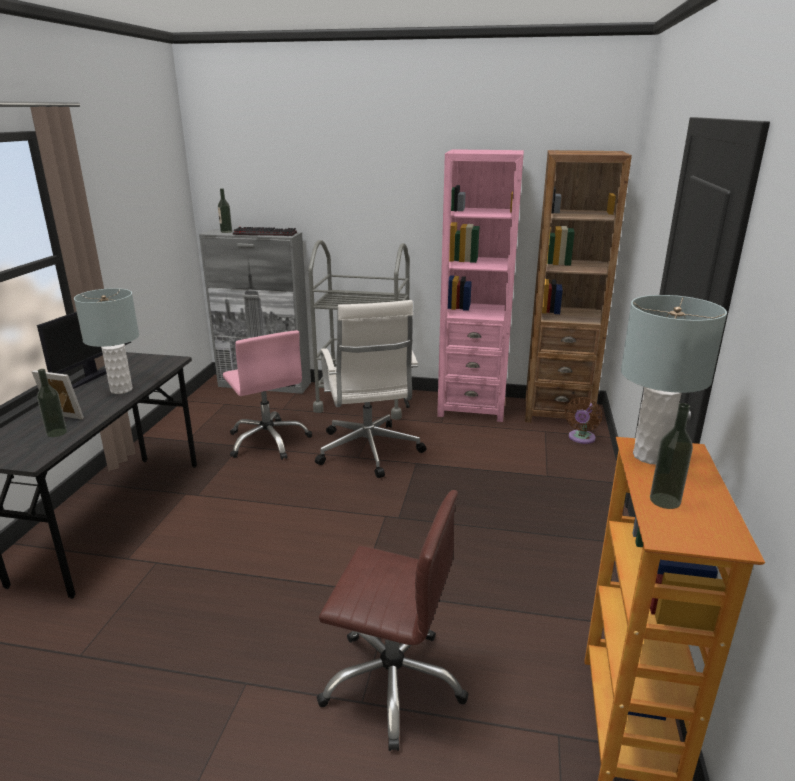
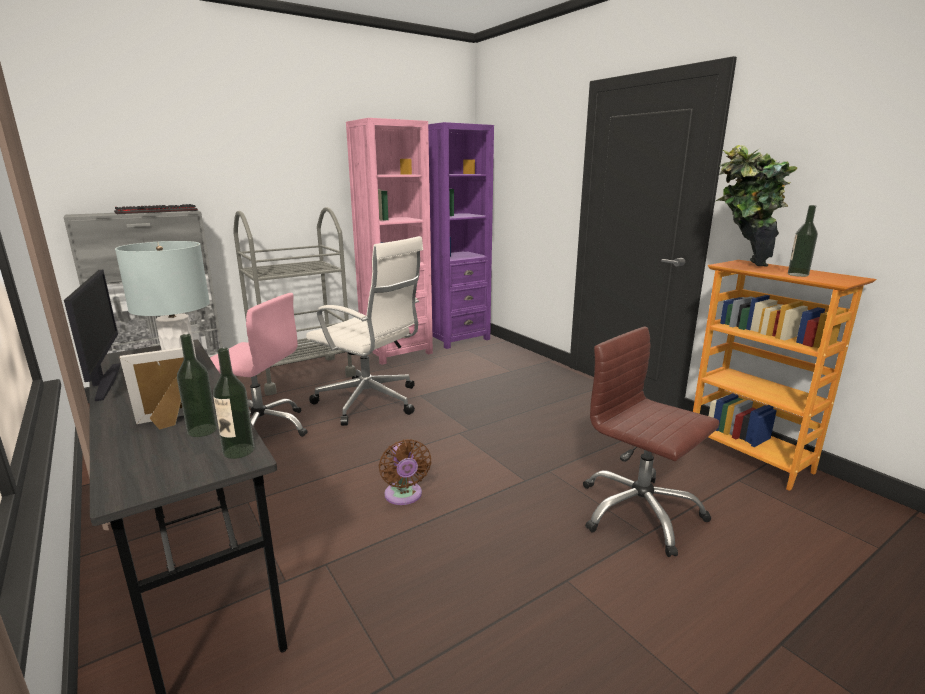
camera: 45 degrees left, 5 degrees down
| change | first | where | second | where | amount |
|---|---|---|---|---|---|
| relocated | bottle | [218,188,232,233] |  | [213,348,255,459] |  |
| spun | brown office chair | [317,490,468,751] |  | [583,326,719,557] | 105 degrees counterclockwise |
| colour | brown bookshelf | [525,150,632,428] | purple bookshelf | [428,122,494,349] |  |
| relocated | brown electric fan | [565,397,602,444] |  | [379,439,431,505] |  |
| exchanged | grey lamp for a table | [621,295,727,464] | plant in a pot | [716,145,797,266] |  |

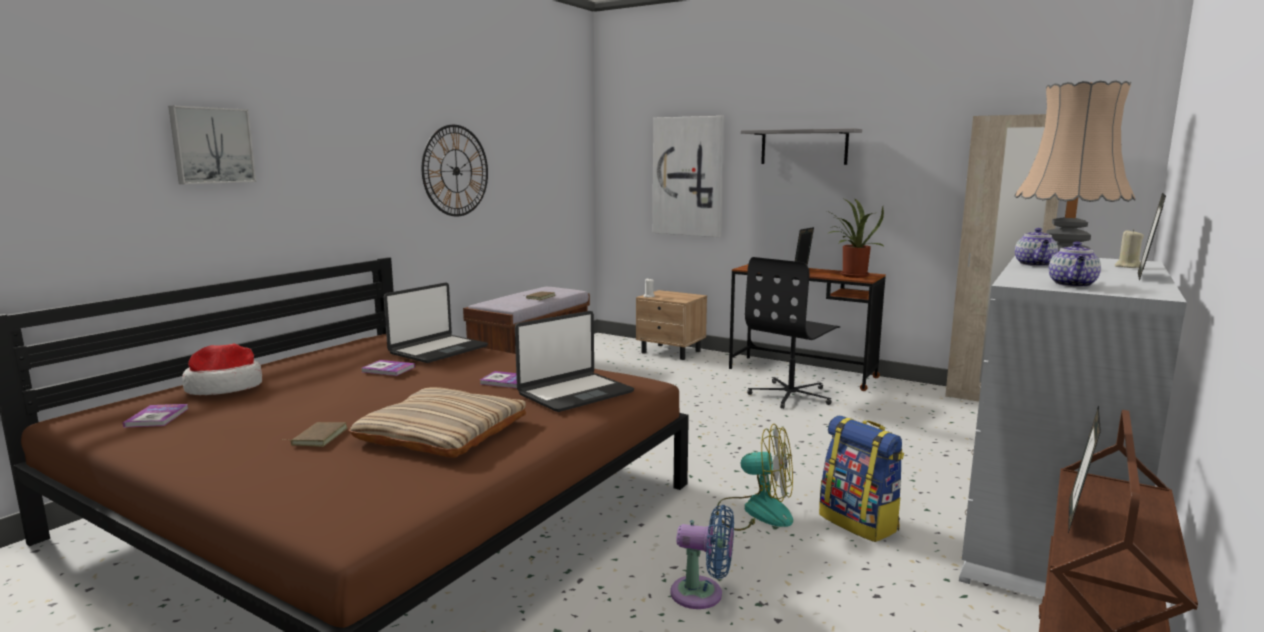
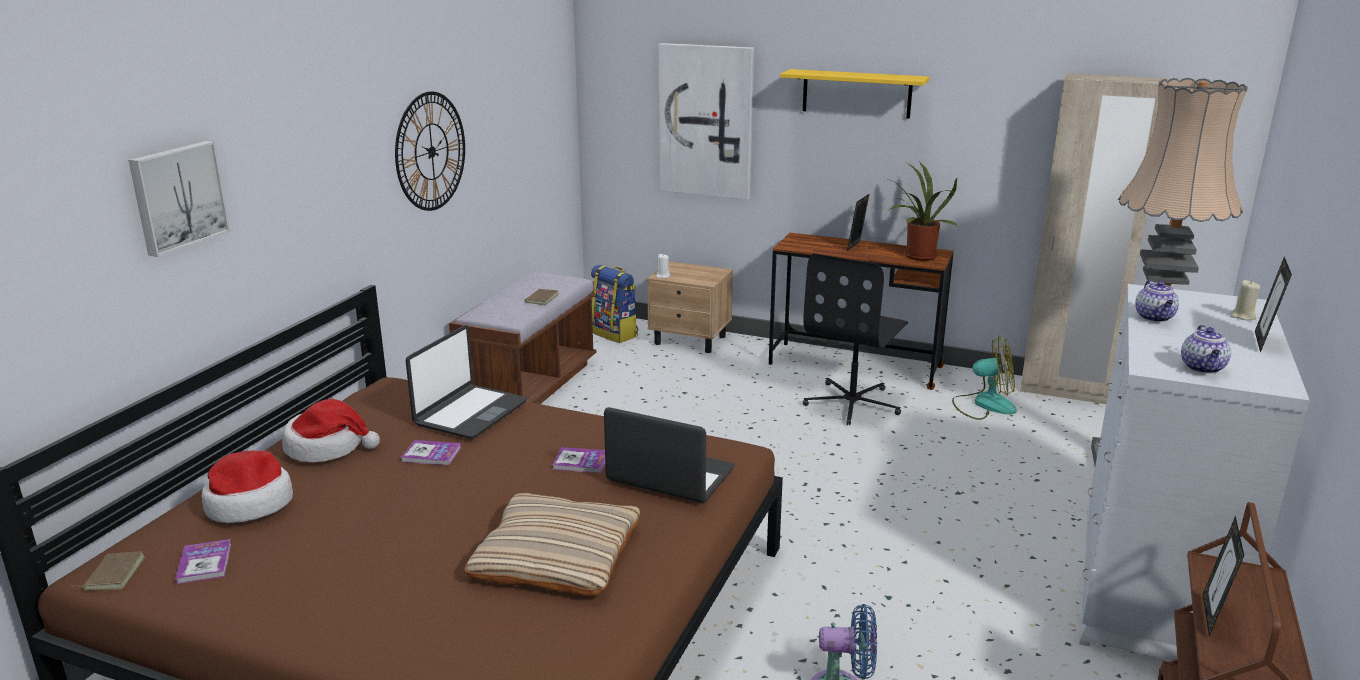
camera: 10 degrees left, 10 degrees up
| change | first | where | second | where | amount |
|---|---|---|---|---|---|
| relocated | brown book | [282,422,347,447] |  | [70,551,145,591] |  |
| spun | portable computer | [515,311,634,412] |  | [604,407,734,503] | 105 degrees counterclockwise |
| relocated | electric fan | [716,424,793,531] |  | [952,336,1017,420] |  |
| colour | grey bracket shelf | [741,128,862,165] | yellow bracket shelf | [780,69,930,119] |  |
| relocated | rucksack | [819,416,904,542] |  | [591,265,638,343] |  |
| appeared |  |  | hat | [282,399,380,462] |  |

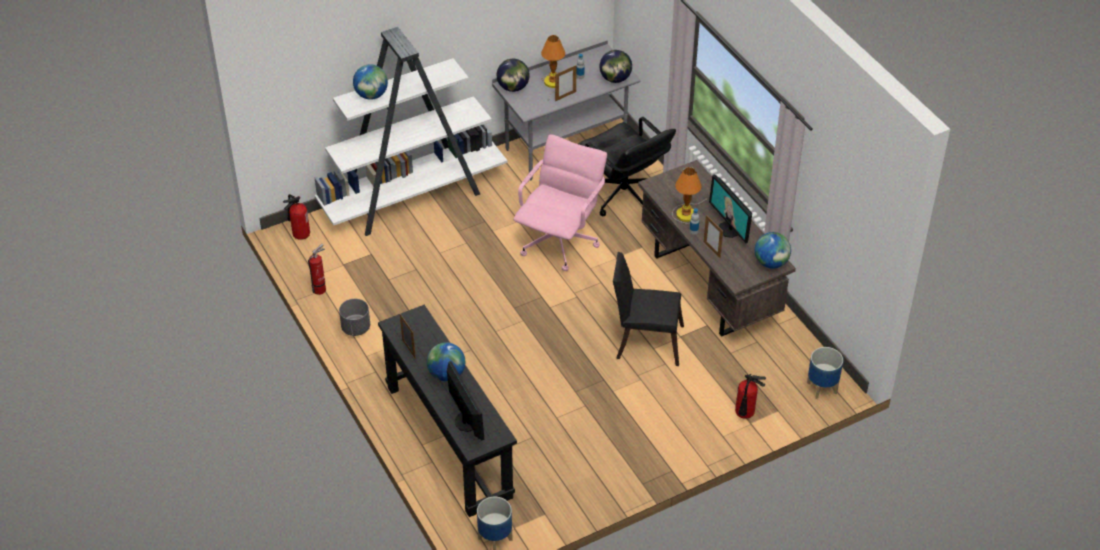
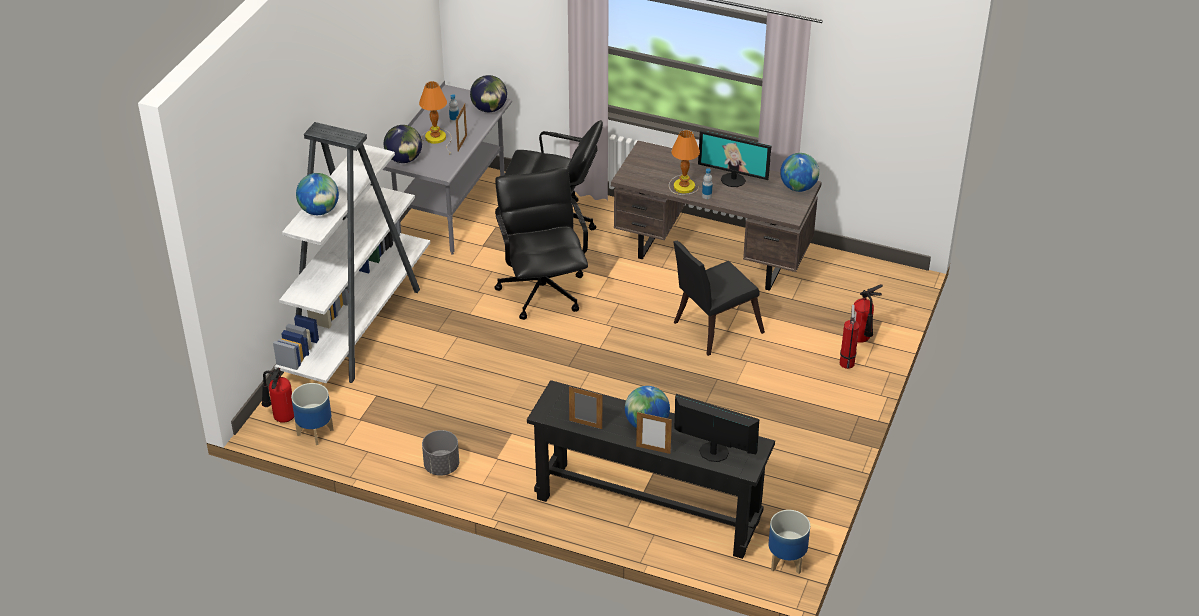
camera: 40 degrees left, 5 degrees down
| change | first | where | second | where | amount |
|---|---|---|---|---|---|
| relocated | fire extinguisher | [308,244,326,295] |  | [840,305,859,369] |  |
| colour | pink-coloured office chair | [513,134,607,271] | black office chair | [494,167,588,320] |  |
| relocated | standing frame | [704,215,723,258] |  | [636,412,672,454] |  |
| relocated | plant pot | [807,347,843,399] |  | [291,383,334,445] |  |

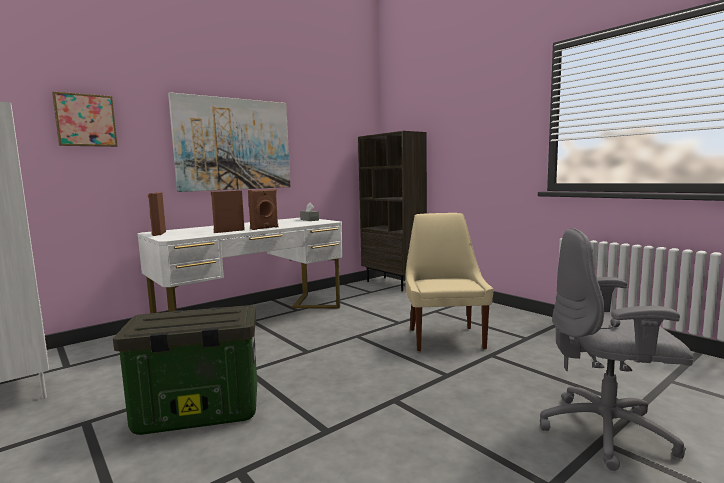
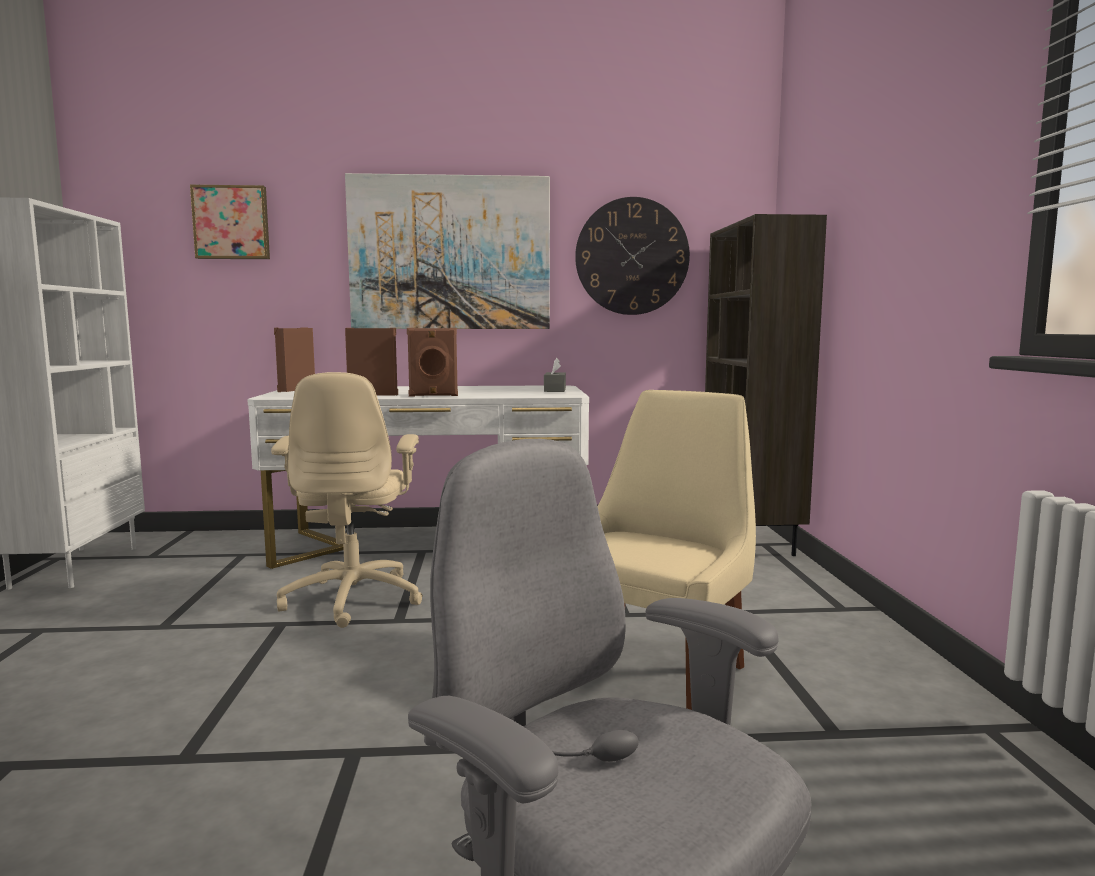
camera: 35 degrees right, 0 degrees up
| change | first | where | second | where | amount |
|---|---|---|---|---|---|
| missing | storage bin | [113,305,257,435] |  |  |  |
| appeared |  |  | beige-coloured office chair | [271,372,423,628] |  |
| appeared |  |  | clock on the wall | [575,197,690,315] |  |

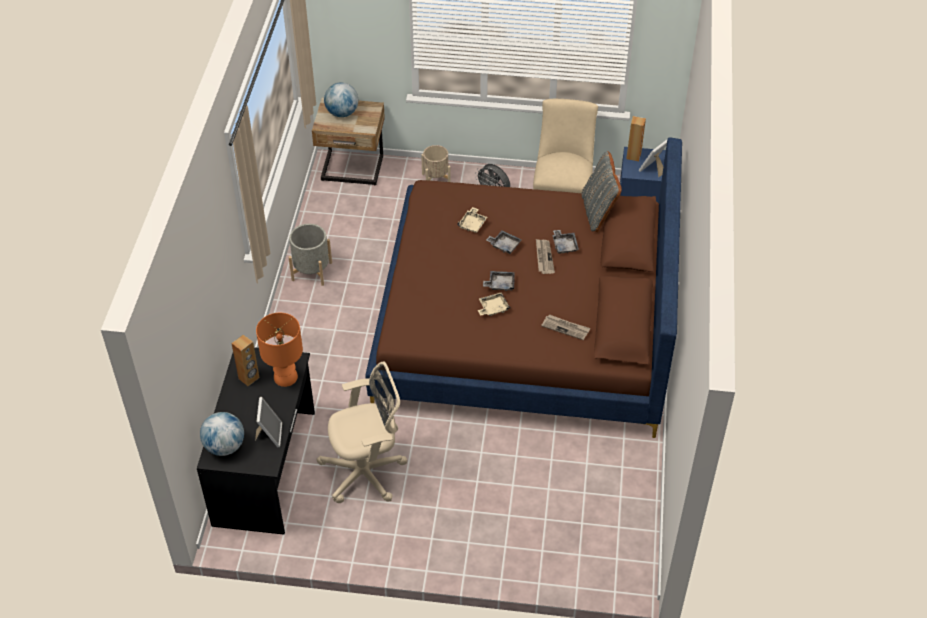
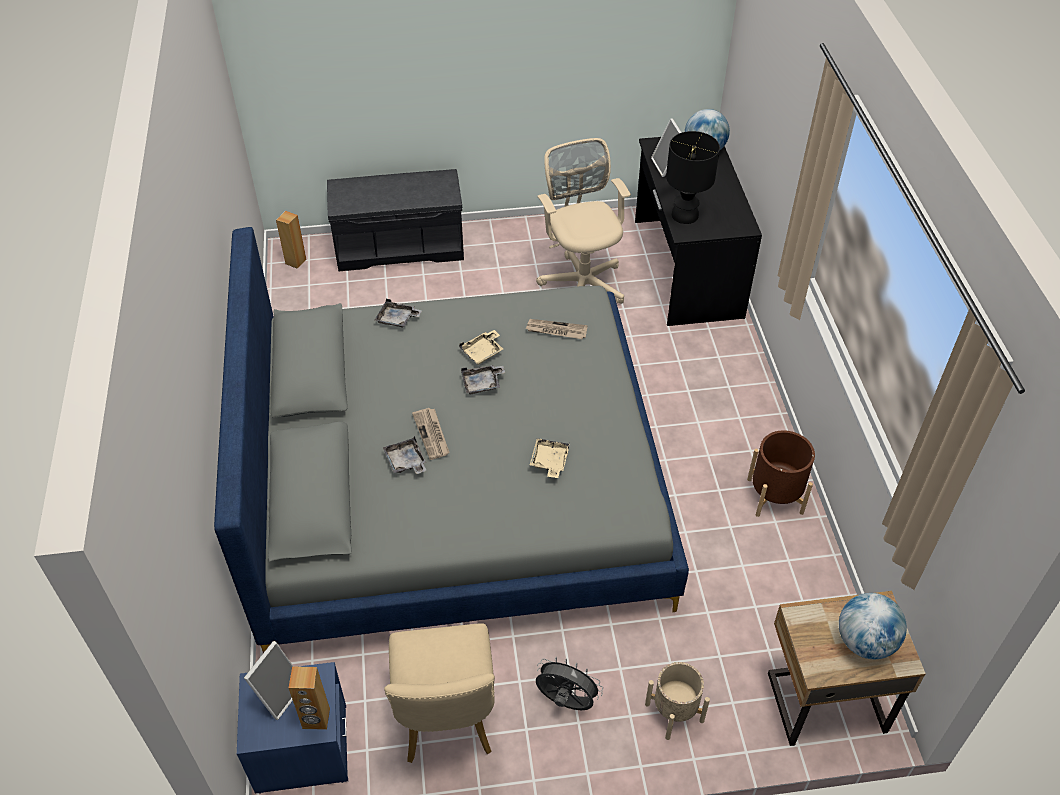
camera: 165 degrees right, 0 degrees up
| change | first | where | second | where | amount |
|---|---|---|---|---|---|
| relocated | brown audio speaker | [231,335,260,386] |  | [276,211,306,269] |  |
| colour | orange lamp for a table | [256,313,303,387] | black lamp for a table | [666,131,720,224] |  |
| colour | grey plant pot | [288,224,332,286] | brown plant pot | [747,430,815,517] |  |
| spun | beige-coloured office chair | [317,361,407,503] |  | [536,138,631,304] | 105 degrees clockwise |
| colour | brown sleeping bed | [365,137,682,438] | grey sleeping bed | [214,227,689,653] |  |
| relocated | grey carrying tray | [486,230,522,254] |  | [375,299,422,327] |  |
| relocated | printed paper | [541,314,591,340] |  | [526,319,588,339] |  |
| missing | grey throw pillow | [582,151,622,232] |  |  |  |
| appeared |  |  | grey long seat | [327,169,464,272] |  |

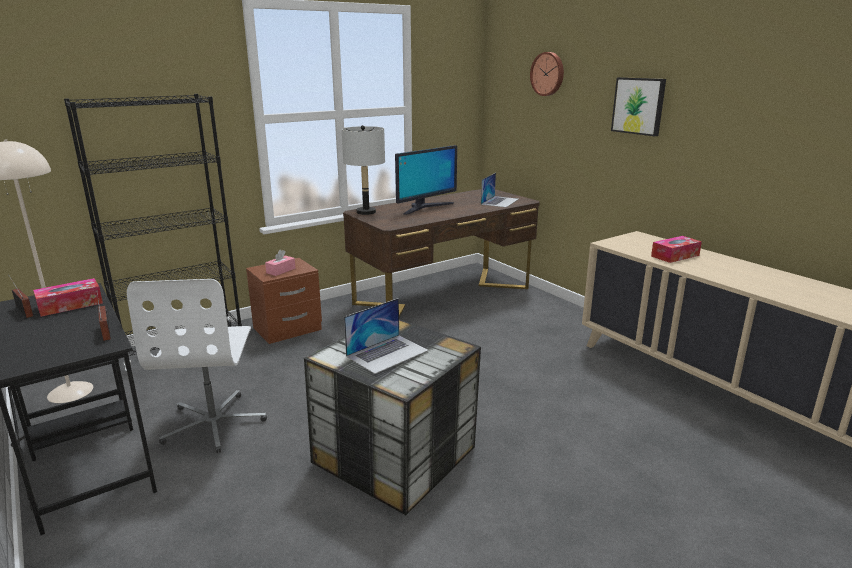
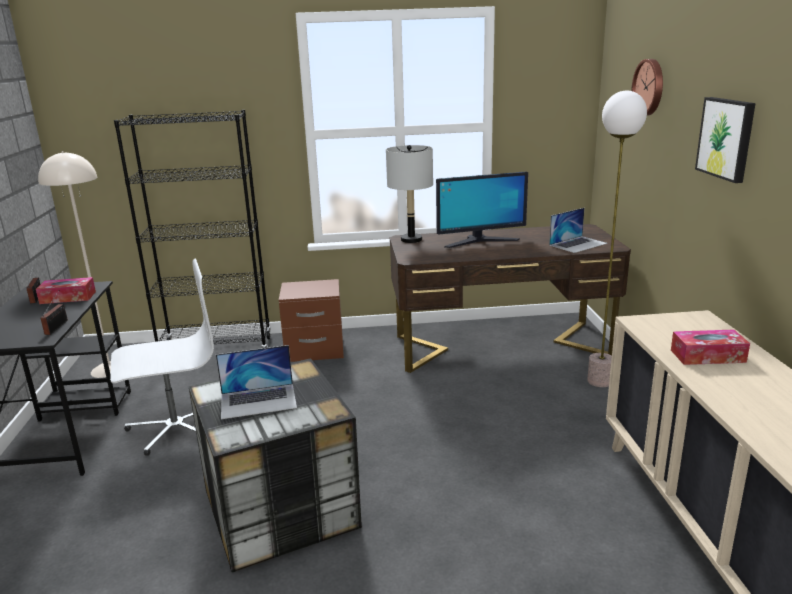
camera: 30 degrees right, 0 degrees up
| change | first | where | second | where | amount |
|---|---|---|---|---|---|
| spun | whitish office chair | [127,279,267,453] |  | [110,258,214,456] | 135 degrees counterclockwise |
| missing | pink-coloured tissue holder | [265,250,295,276] |  |  |  |
| appeared |  |  | floor lamp | [587,90,647,387] |  |

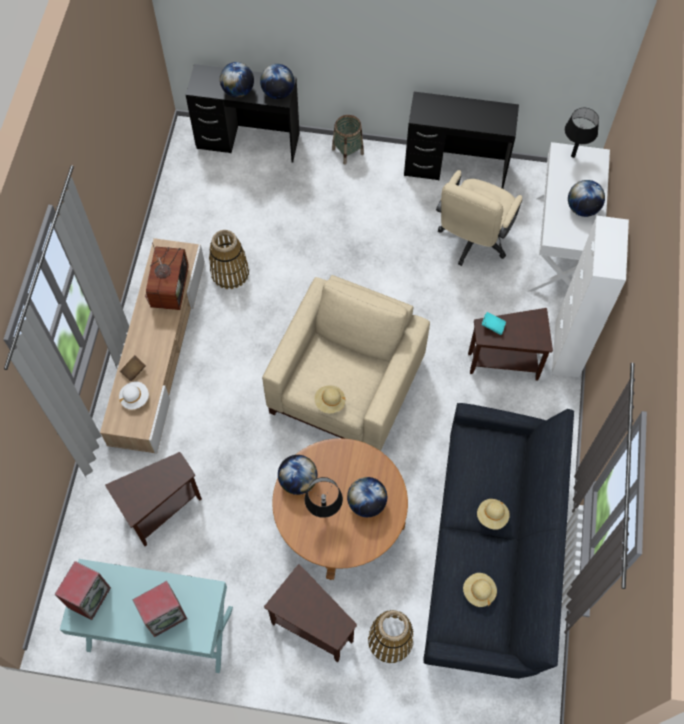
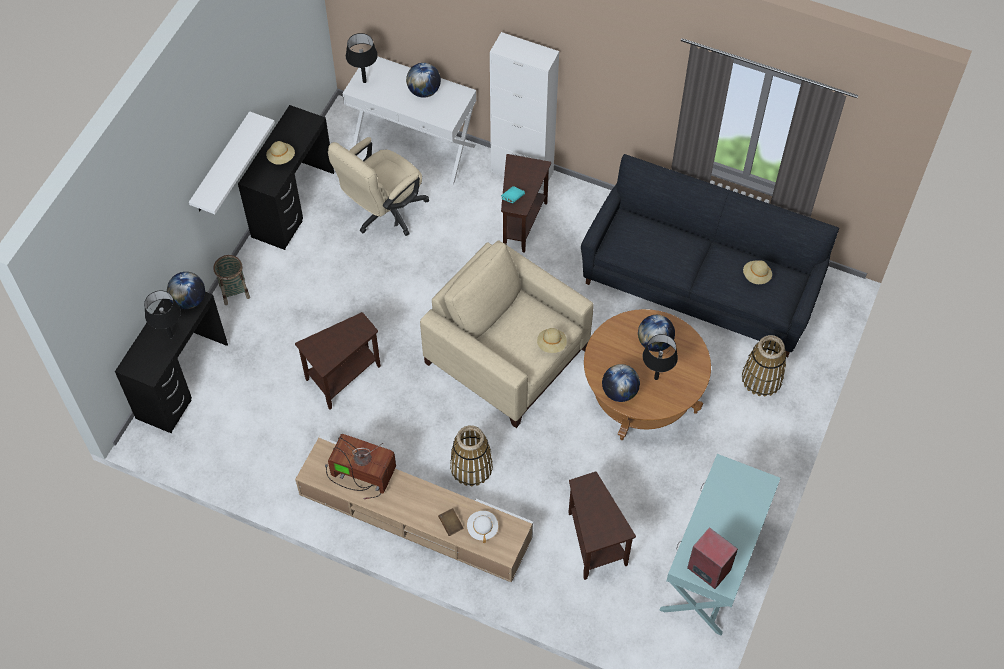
camera: 75 degrees left, 5 degrees down
| change | first | where | second | where | amount |
|---|---|---|---|---|---|
| missing | audio speaker | [133,581,187,637] |  |  |  |
| relocated | storage basket | [209,230,249,289] |  | [450,425,493,486] |  |
| exchanged | desk globe | [220,62,254,98] | black lamp for a table | [144,291,181,338] |  |
| relocated | brown accent table | [264,564,357,662] |  | [295,312,381,410] |  |
| spun | beige-coloured office chair | [436,170,522,266] |  | [328,137,429,236] | 90 degrees clockwise |
| relocated | beige-coloured hat | [477,499,510,530] |  | [266,141,295,165] |  |
| appeared |  |  | whitish bracket shelf | [189,111,275,214] |  |

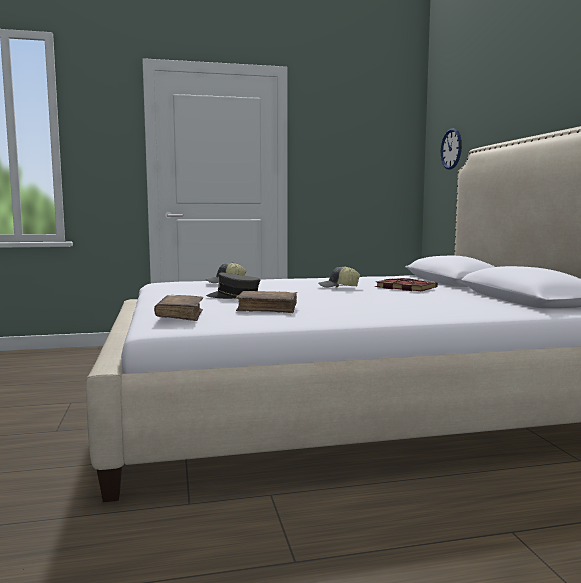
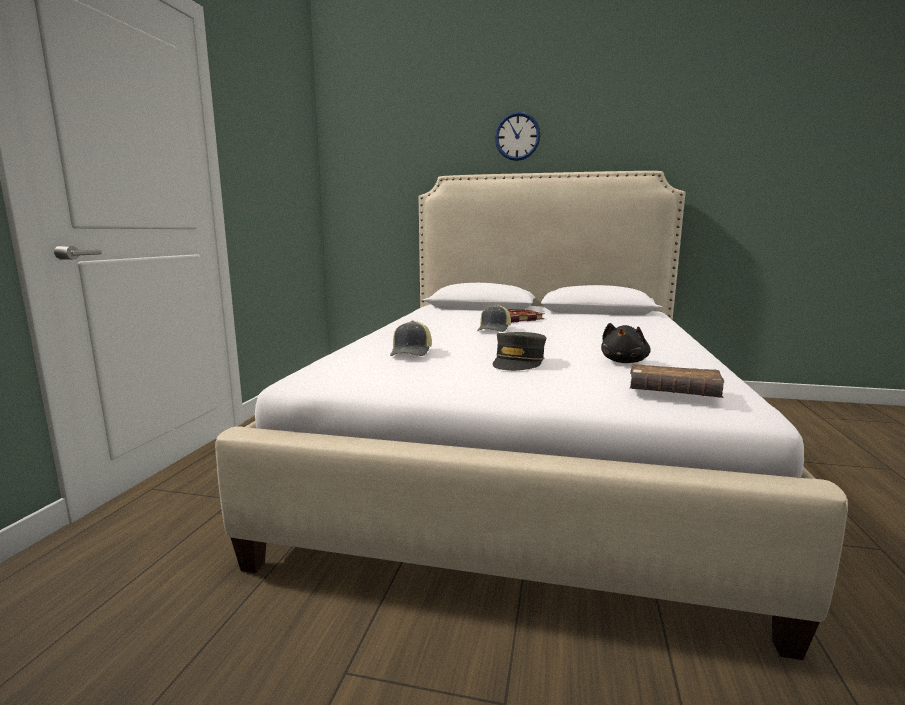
camera: 65 degrees left, 5 degrees up
| change | first | where | second | where | amount |
|---|---|---|---|---|---|
| exchanged | brown book | [236,291,297,313] | black soft toy | [601,323,651,363] |  |
| relocated | clock on the wall | [441,128,462,170] |  | [495,112,541,161] |  |

